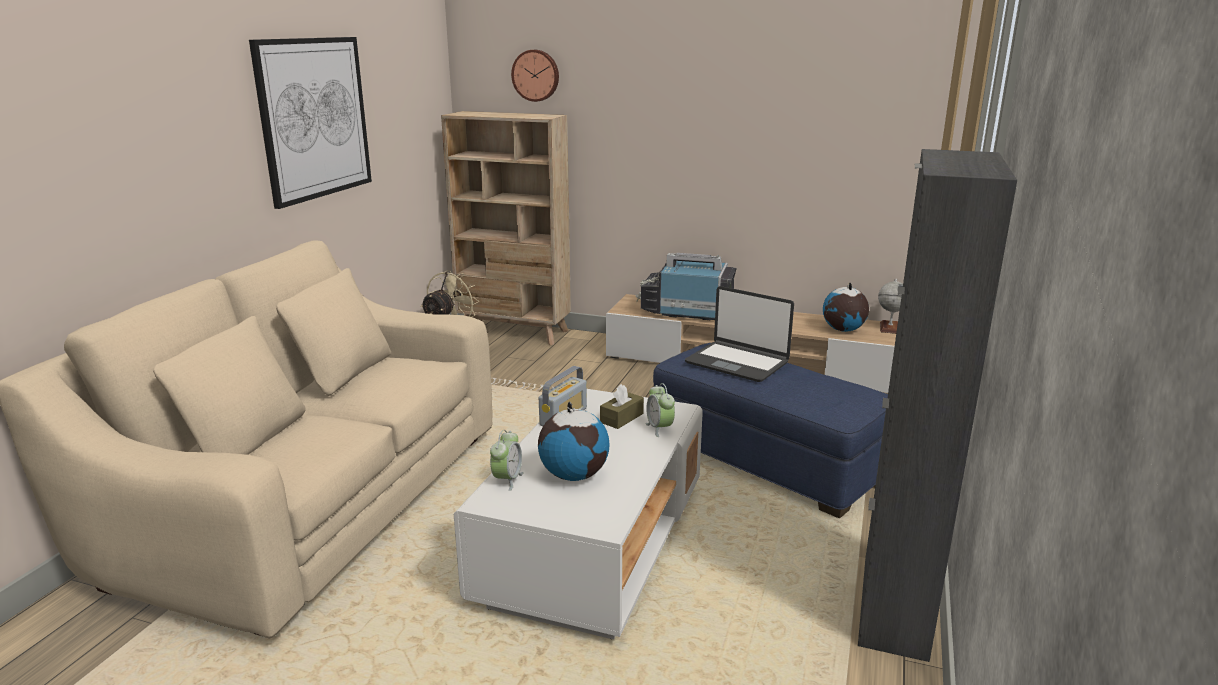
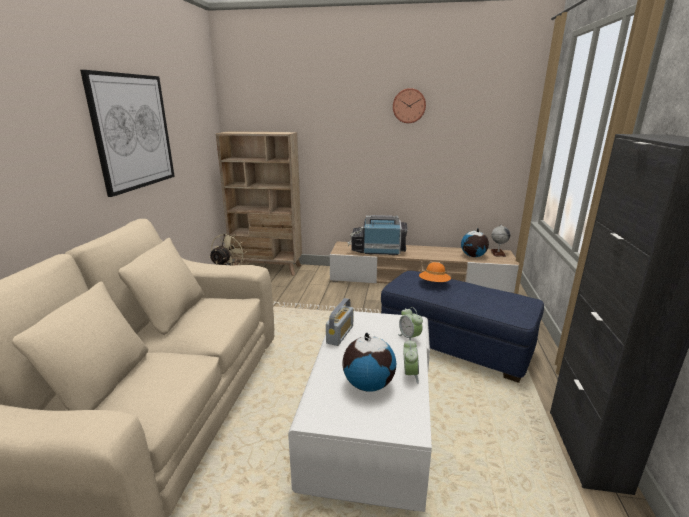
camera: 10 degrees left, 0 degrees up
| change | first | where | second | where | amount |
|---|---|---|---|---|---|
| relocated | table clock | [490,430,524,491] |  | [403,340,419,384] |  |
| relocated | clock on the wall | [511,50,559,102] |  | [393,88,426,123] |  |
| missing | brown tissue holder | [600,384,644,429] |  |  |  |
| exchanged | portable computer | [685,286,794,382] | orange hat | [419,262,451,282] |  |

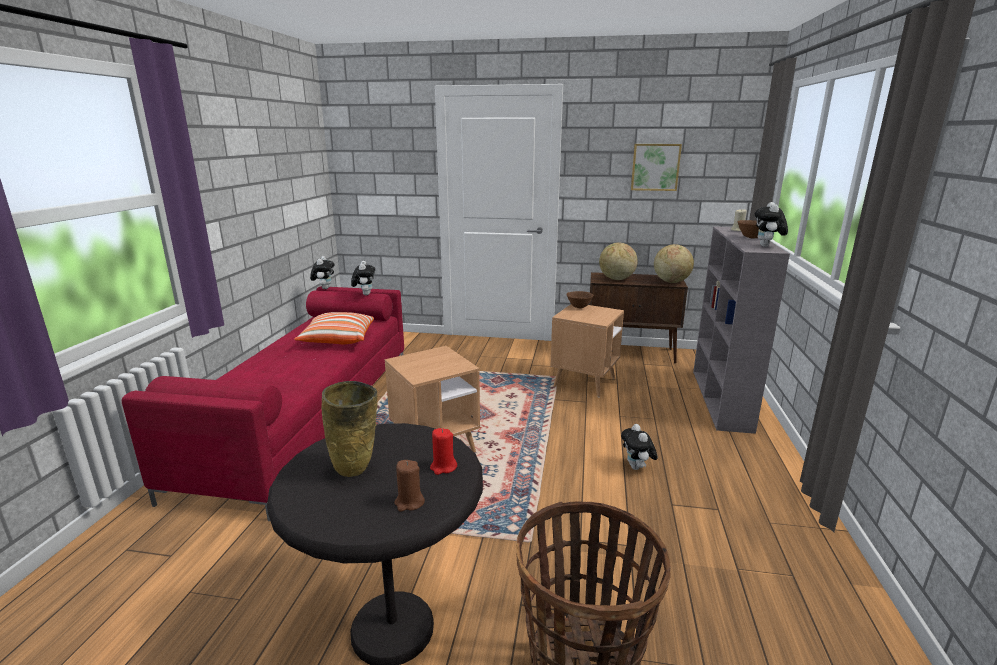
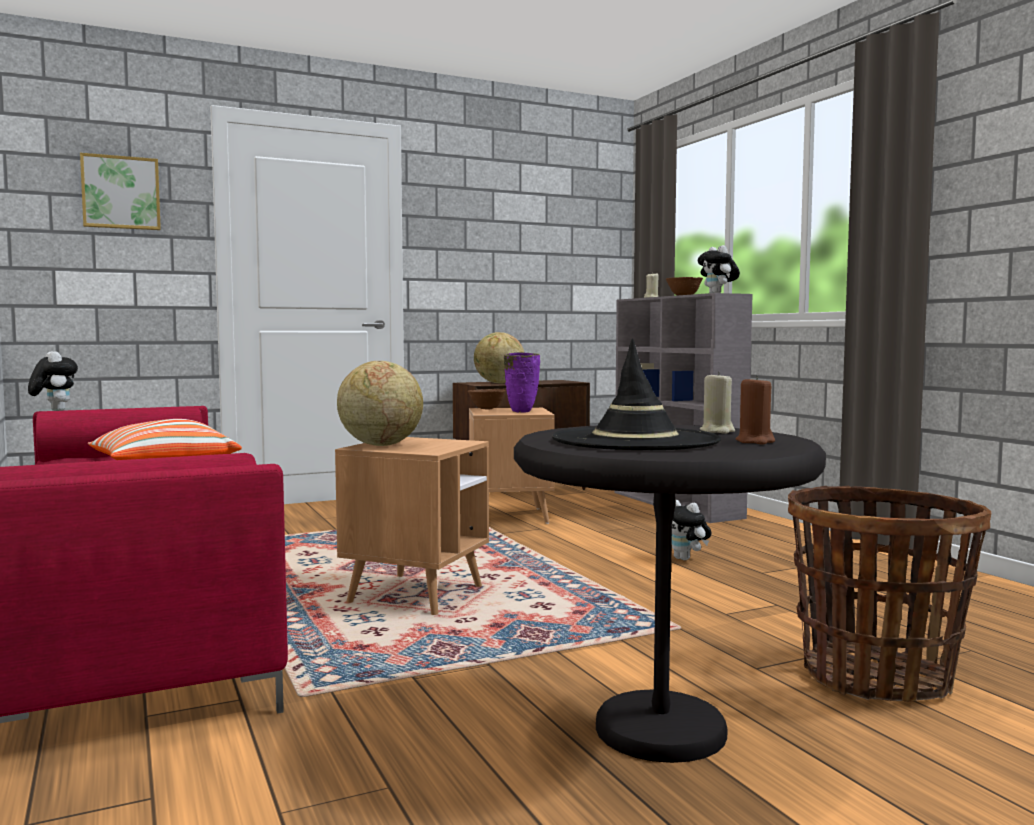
camera: 35 degrees left, 15 degrees down
| change | first | where | second | where | amount |
|---|---|---|---|---|---|
| exchanged | beige-coloured flower vase | [321,381,378,477] | black hat | [552,338,721,450] |  |
| missing | soft toy | [351,261,375,295] |  |  |  |
| colour | red-coloured wax candle | [430,428,457,475] | beige-coloured wax candle | [700,371,735,434] |  |
| relocated | wall art | [631,144,682,191] |  | [80,153,161,230] |  |
| relocated | desk globe | [654,244,694,283] |  | [337,361,423,446] |  |
| appeared |  |  | purple flower vase | [504,352,540,413] |  |

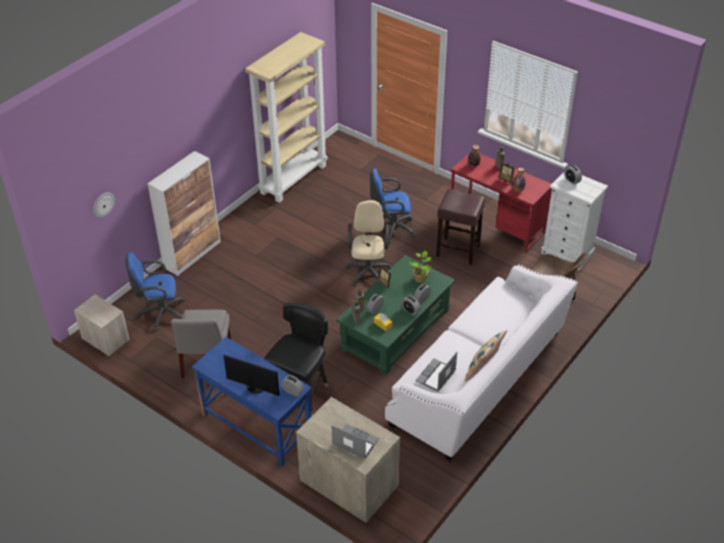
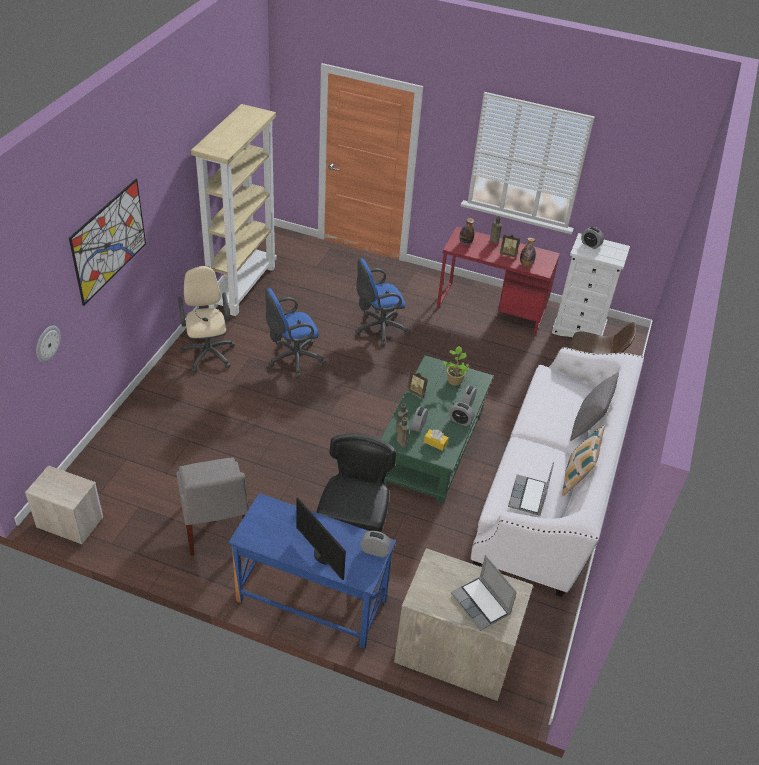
camera: 20 degrees left, 0 degrees up
| change | first | where | second | where | amount |
|---|---|---|---|---|---|
| relocated | bluish office chair | [125,252,185,331] |  | [265,288,326,378] |  |
| missing | cupboard | [148,151,221,276] |  |  |  |
| spun | computer screen | [223,354,280,396] |  | [296,497,346,580] | 45 degrees clockwise |
| spun | portable computer | [331,424,379,459] |  | [451,555,517,631] | 135 degrees counterclockwise |
| relocated | beige-coloured office chair | [346,200,392,287] |  | [178,266,235,372] |  |
| missing | brown stool seat | [436,189,485,265] |  |  |  |
| appeared |  |  | wall art | [69,179,146,306] |  |
| appeared |  |  | grey throw pillow | [570,372,619,441] |  |

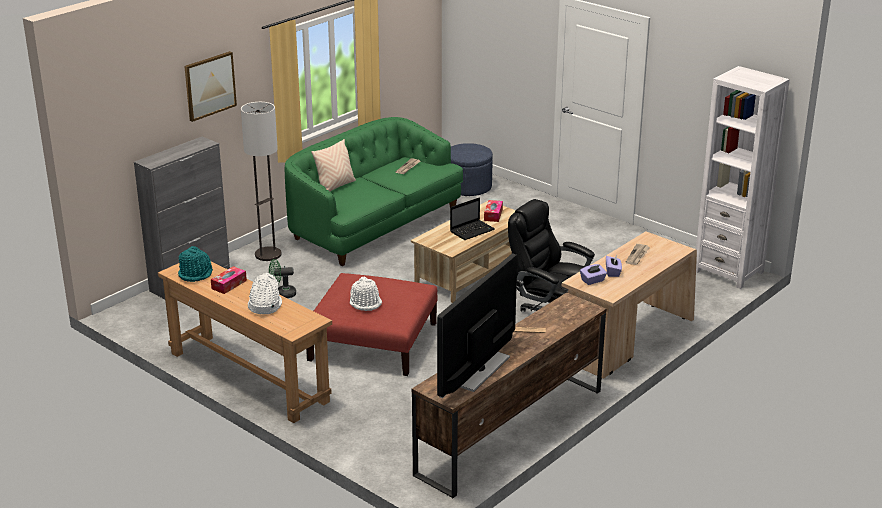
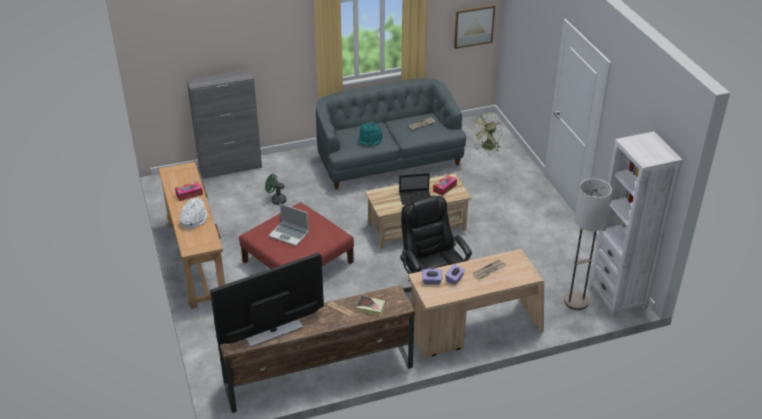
camera: 30 degrees right, 10 degrees up
| change | first | where | second | where | amount |
|---|---|---|---|---|---|
| relocated | turquoise-coloured hat | [178,246,213,282] |  | [358,122,383,146] |  |
| relocated | wall art | [184,51,237,122] |  | [454,5,495,49] |  |
| relocated | floor lamp | [241,102,282,261] |  | [564,179,612,310] |  |
| colour | green-coloured settee | [285,117,463,266] | grey settee | [316,78,466,190] |  |
| missing | beige-coloured throw pillow | [311,139,356,192] |  |  |  |
| exchanged | whitish hat | [350,277,382,311] | portable computer | [268,204,309,246] |  |
| exchanged | bluish footrest | [451,143,493,196] | green-coloured electric fan | [472,113,502,151] |  |
| appeared |  |  | book | [356,296,386,316] |  |

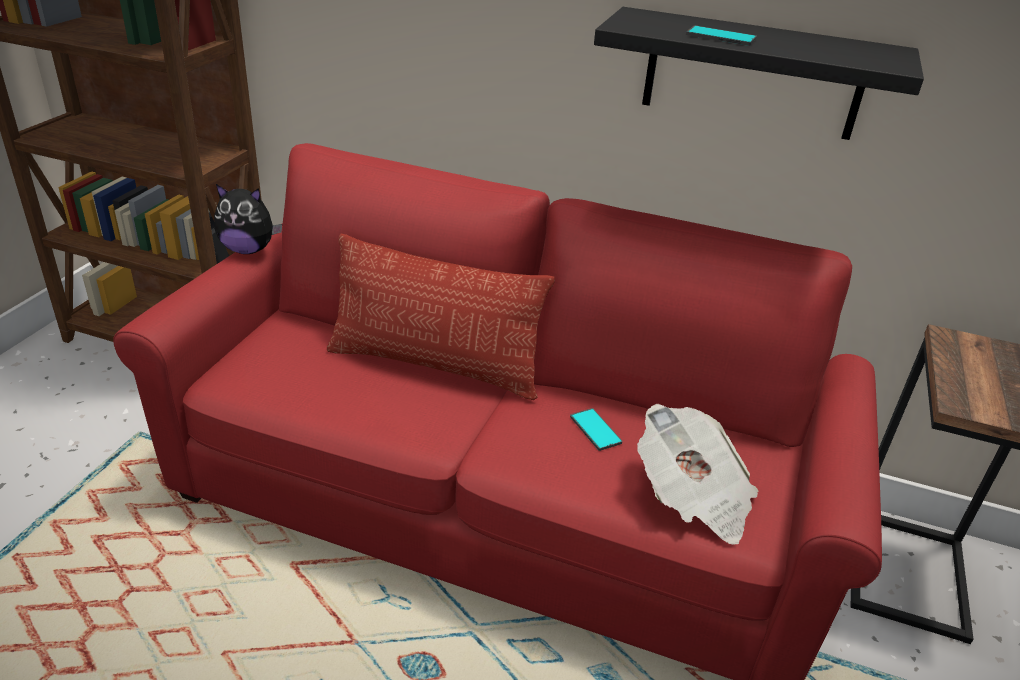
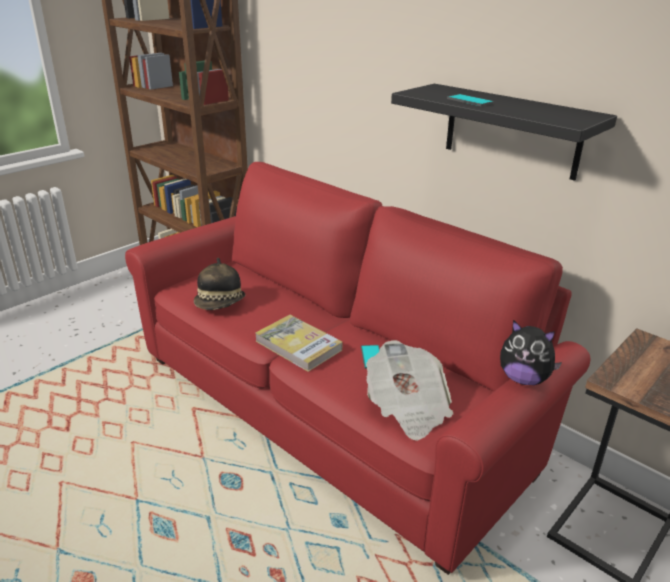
camera: 25 degrees right, 5 degrees down
| change | first | where | second | where | amount |
|---|---|---|---|---|---|
| relocated | soft toy | [214,184,282,254] |  | [500,320,562,385] |  |
| missing | throw pillow | [327,234,555,400] |  |  |  |
| appeared |  |  | hat | [194,258,246,310] |  |
| appeared |  |  | book | [255,315,342,372] |  |

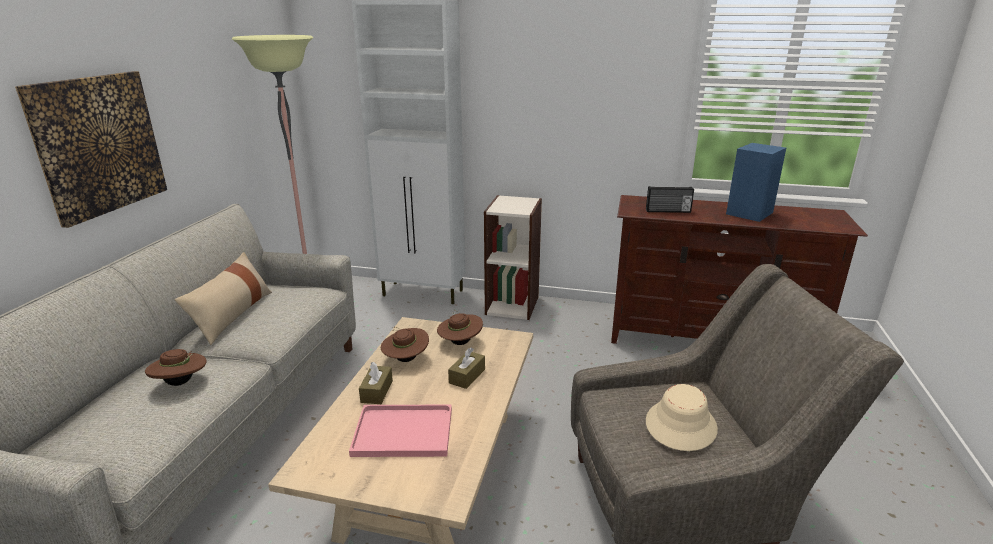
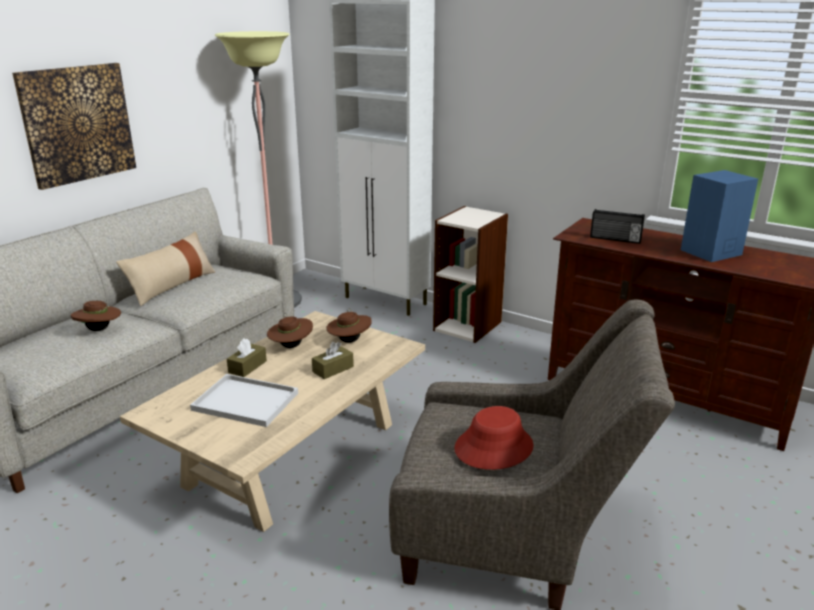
camera: 20 degrees right, 0 degrees up
| change | first | where | second | where | amount |
|---|---|---|---|---|---|
| colour | pink-coloured carrying tray | [349,405,452,457] | whitish carrying tray | [190,374,298,427] |  |
| colour | beige-coloured hat | [646,384,718,451] | red-coloured hat | [455,406,534,470] |  |

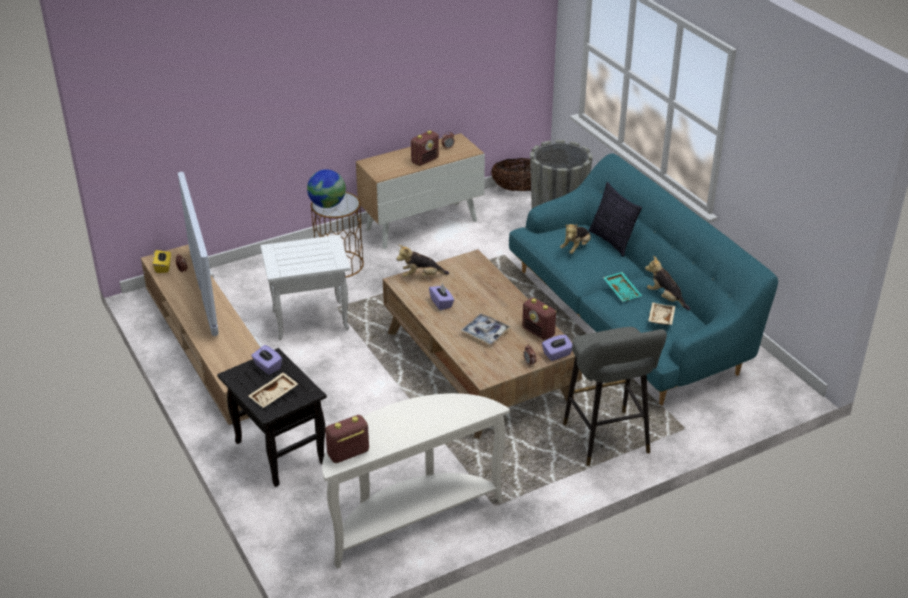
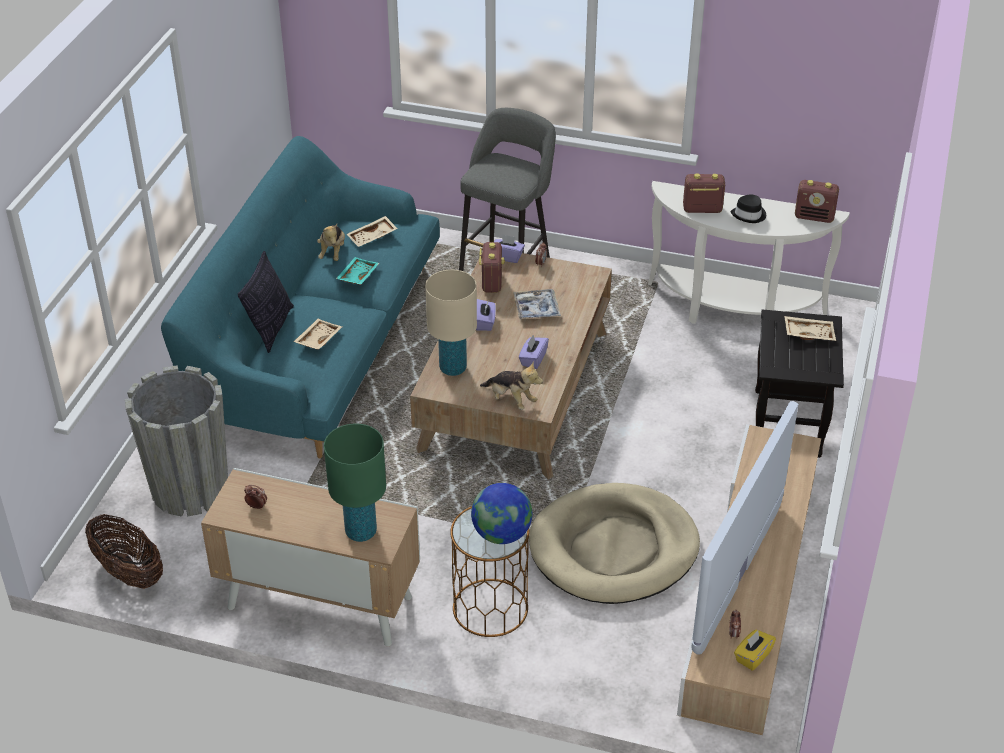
camera: 135 degrees left, 5 degrees up
| change | first | where | second | where | amount |
|---|---|---|---|---|---|
| relocated | purple tissue holder | [251,345,282,375] |  | [476,299,496,331] |  |
| exchanged | whitish accent table | [260,235,351,340] | beige-coloured pet bed | [529,483,700,604] |  |
| relocated | radio | [411,130,439,166] |  | [683,173,725,213] |  |
| exchanged | soft toy | [560,224,591,254] | beige-coloured carrying tray | [293,319,342,350] |  |
| appeared |  |  | green-coloured lamp for a table | [324,423,386,542] |  |
| appeared |  |  | beige-coloured lamp for a table | [425,270,477,376] |  |
| appeared |  |  | black hat | [731,195,766,223] |  |

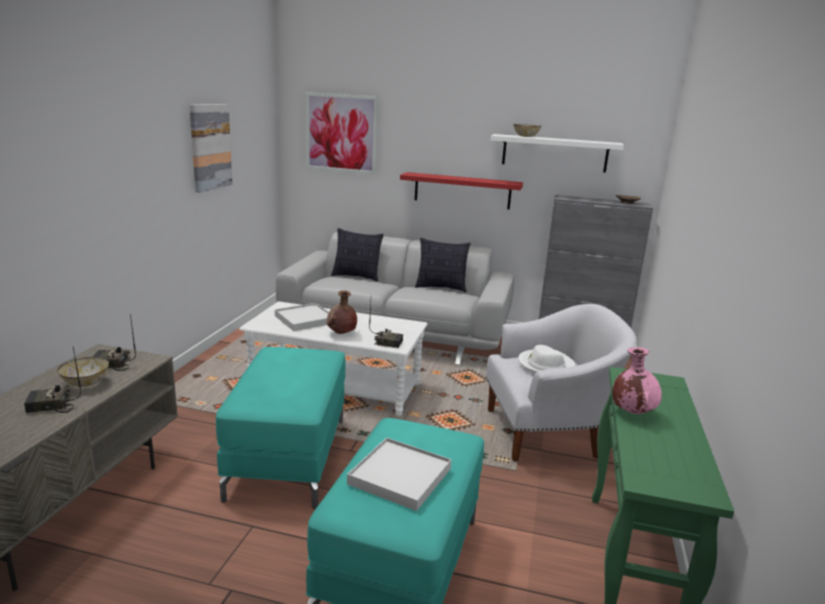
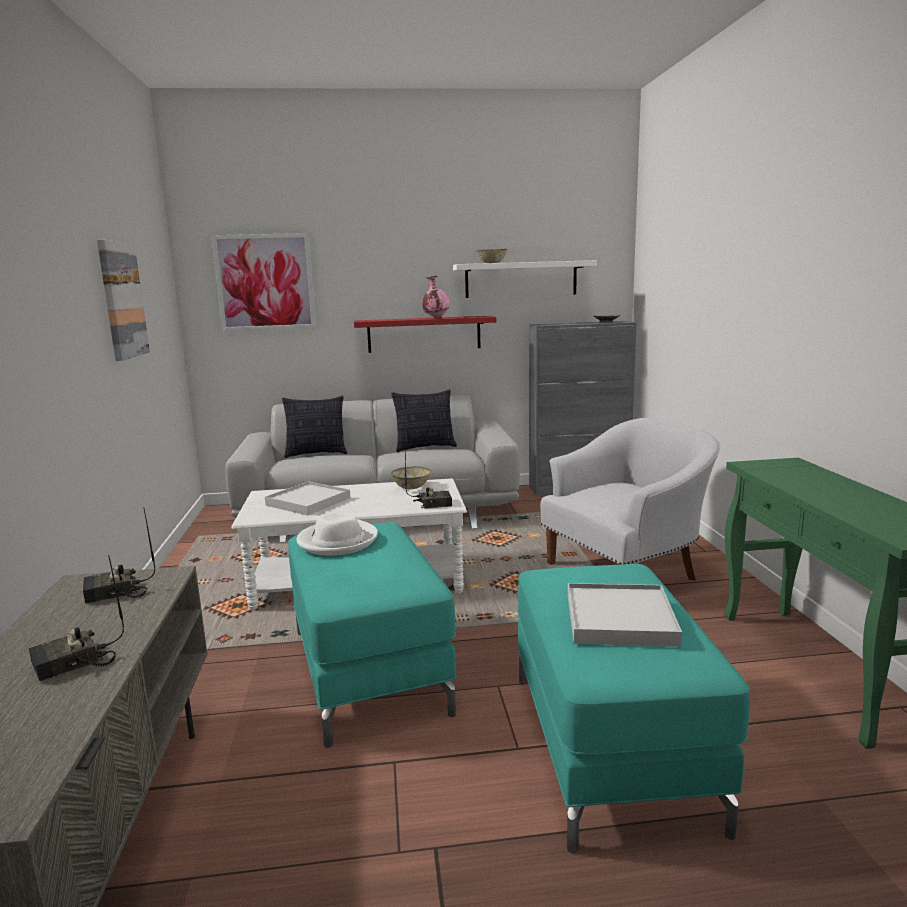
camera: 20 degrees left, 5 degrees down
| change | first | where | second | where | amount |
|---|---|---|---|---|---|
| relocated | serving bowl | [57,357,109,387] |  | [391,466,431,489] |  |
| missing | brown flower vase | [327,290,357,334] |  |  |  |
| relocated | whitish hat | [518,345,575,374] |  | [297,513,378,556] |  |
| relocated | pink-coloured flower vase | [612,347,662,414] |  | [422,276,450,318] |  |

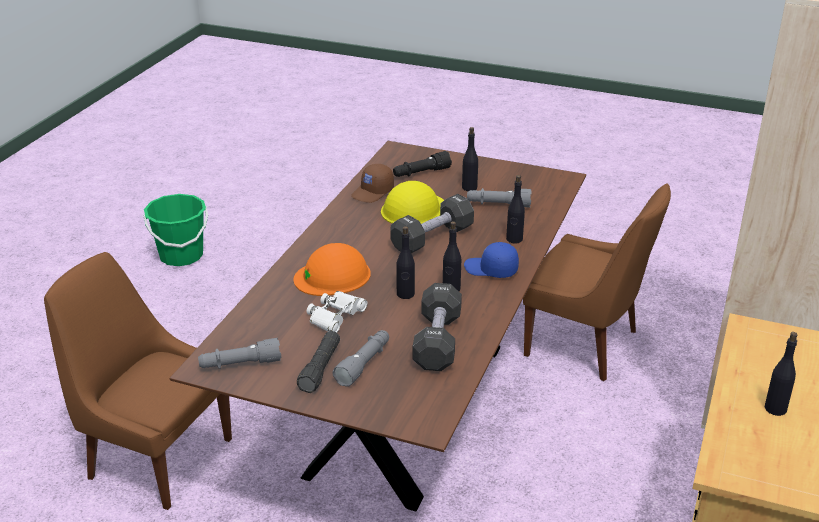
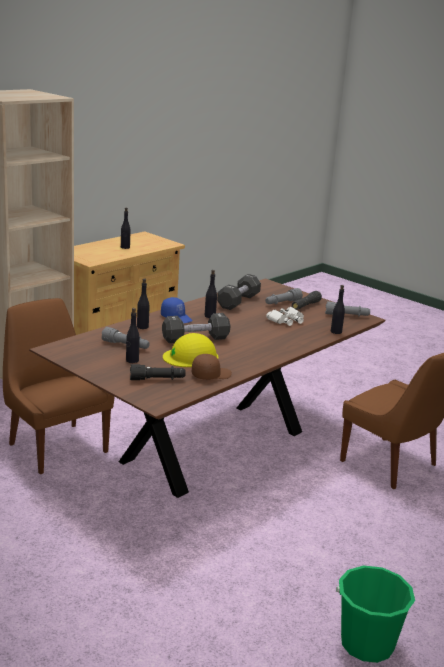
camera: 160 degrees left, 10 degrees down
| change | first | where | second | where | amount |
|---|---|---|---|---|---|
| missing | orange safety helmet | [293,243,371,296] |  |  |  |
| relocated | black bottle | [396,226,415,299] |  | [331,285,345,334] |  |

